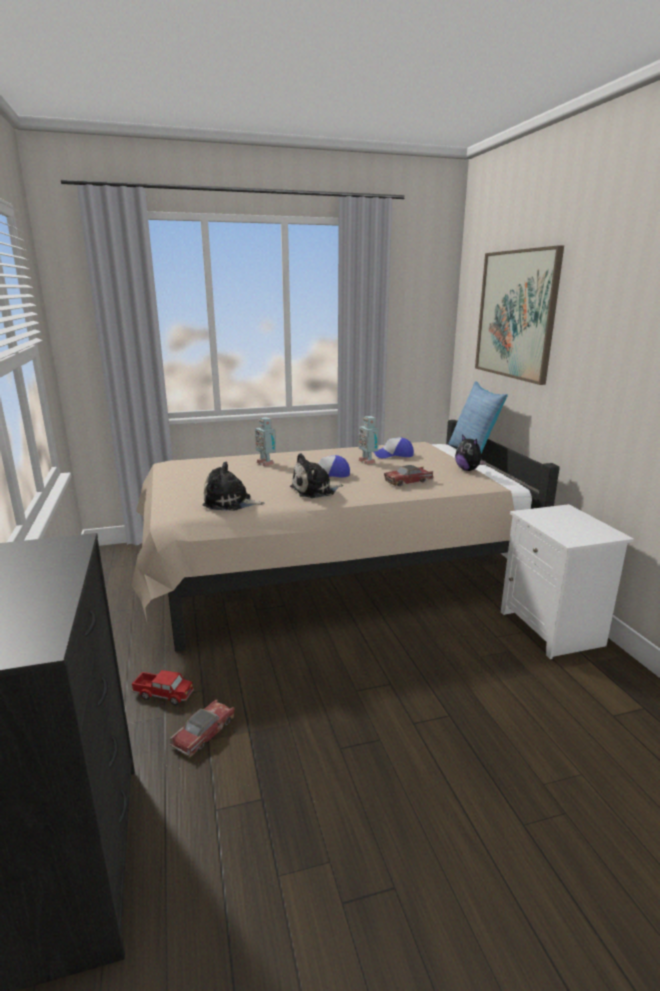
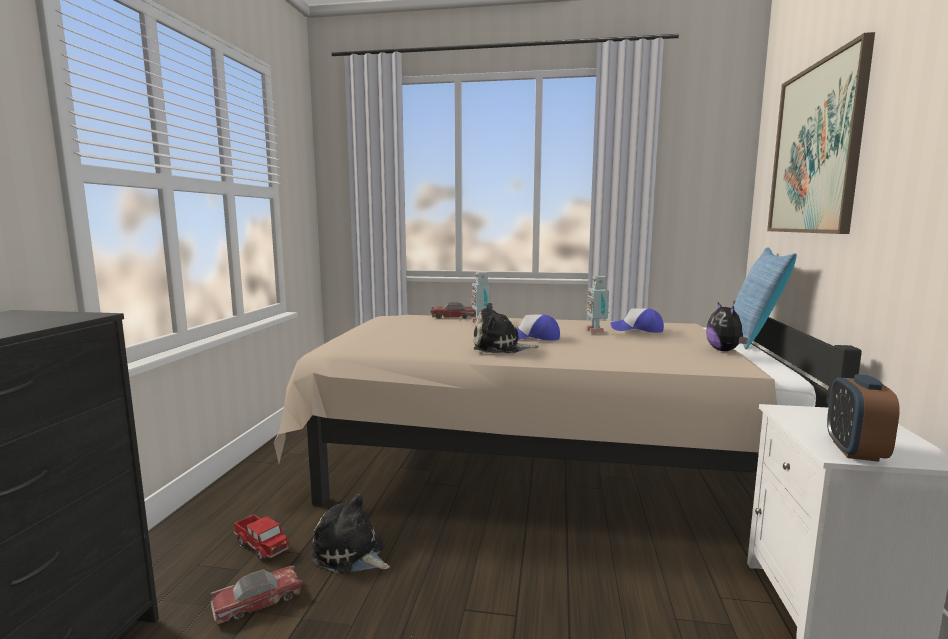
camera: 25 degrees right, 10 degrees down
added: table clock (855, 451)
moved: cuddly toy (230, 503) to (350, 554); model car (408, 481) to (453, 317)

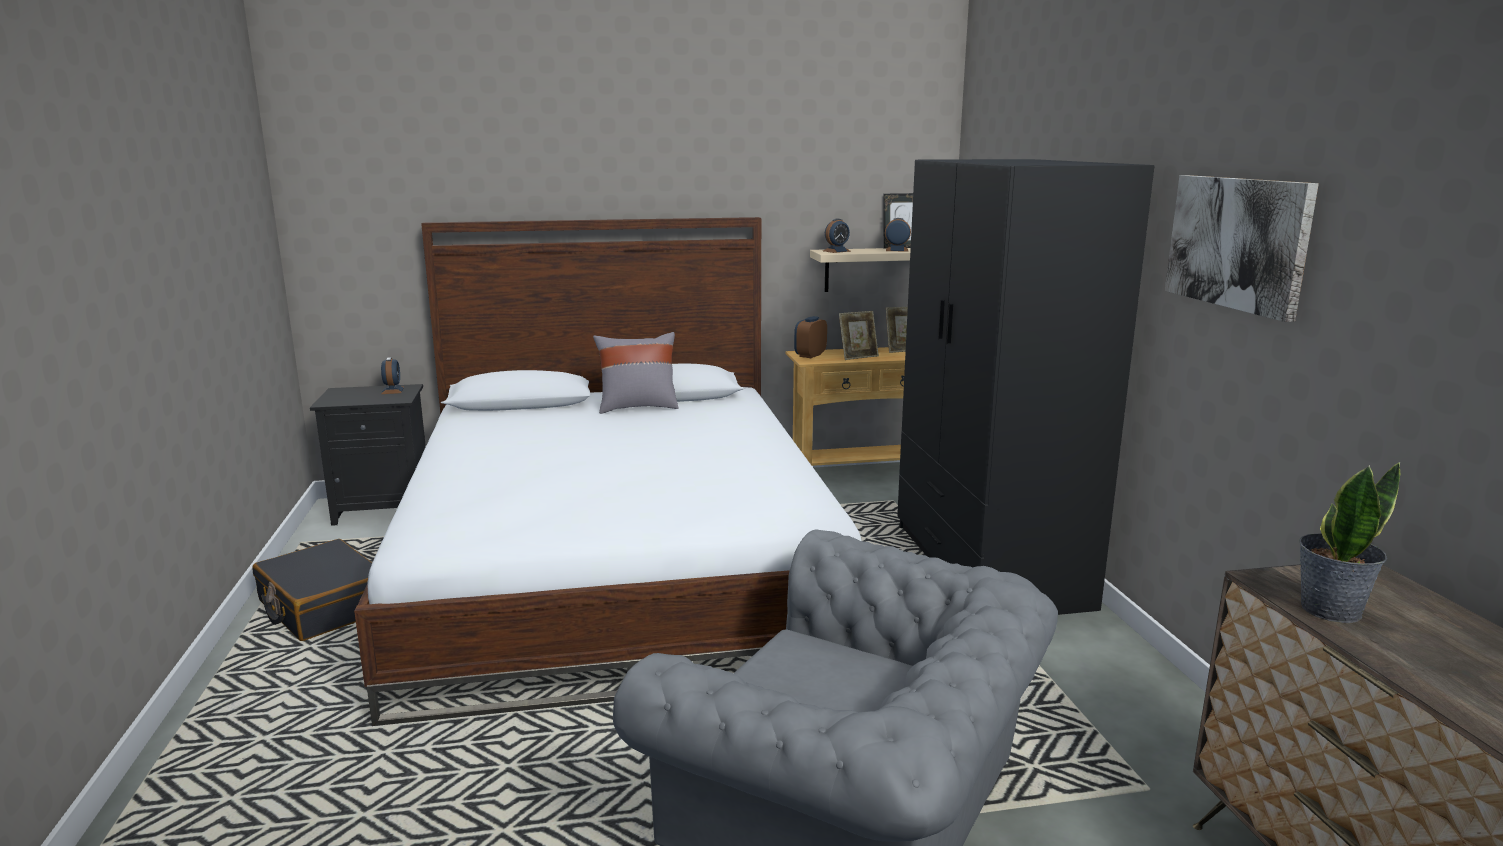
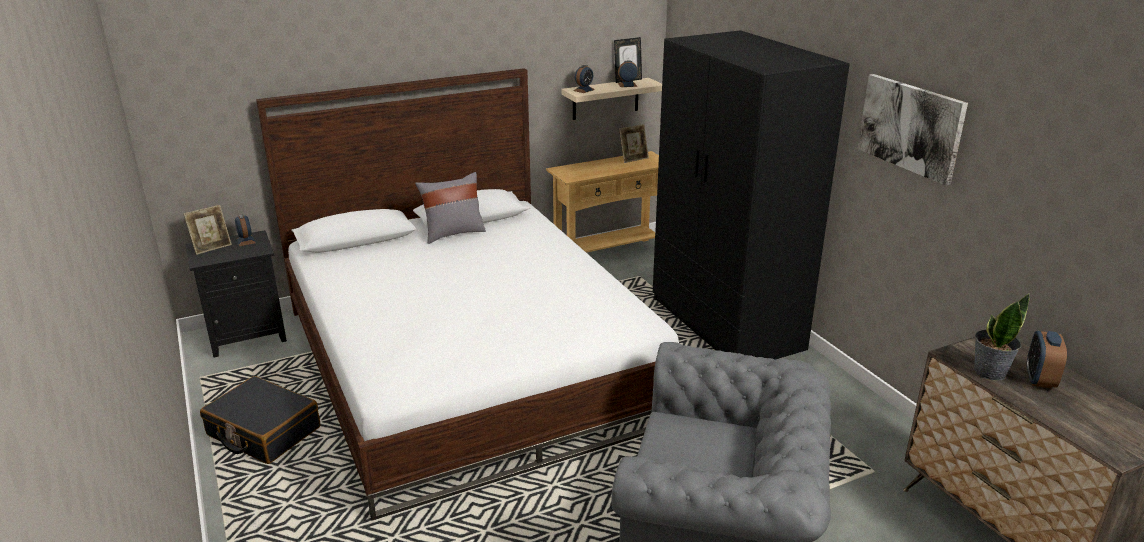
camera: 15 degrees left, 10 degrees up
moved: table clock (810, 355) to (1039, 379); standing frame (858, 357) to (212, 247)

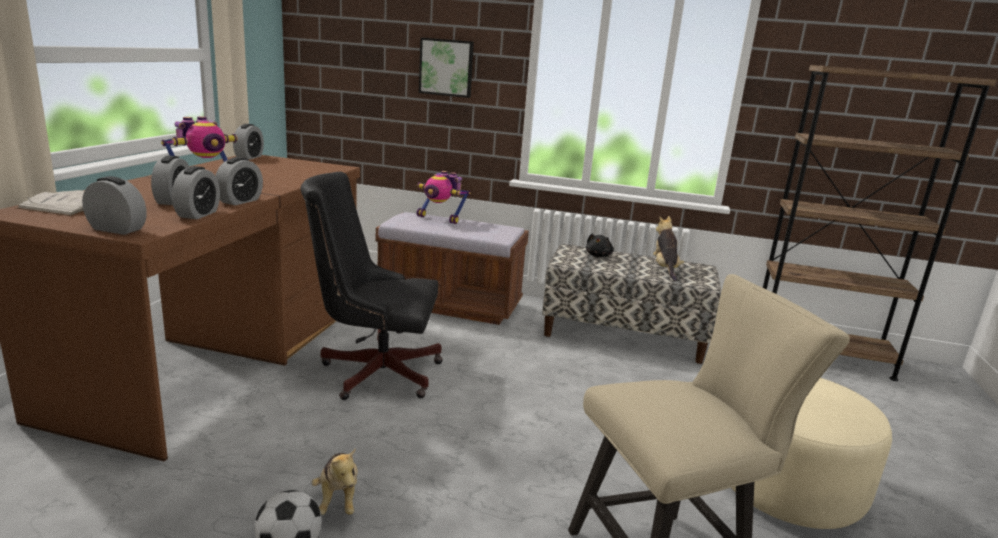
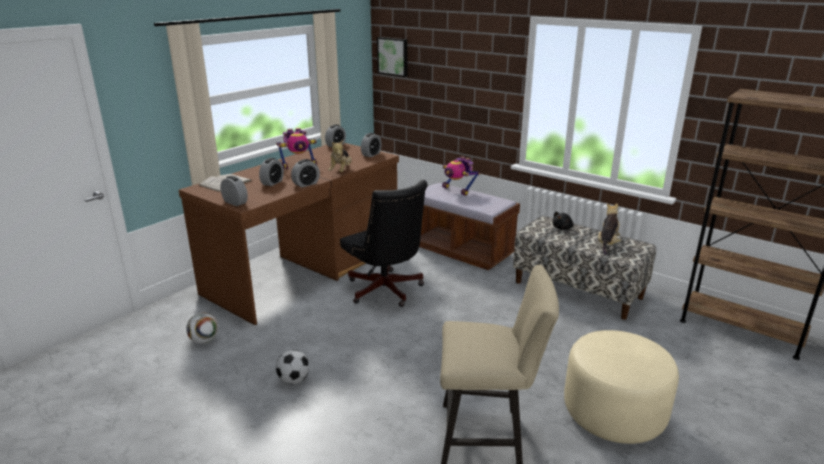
camera: 25 degrees right, 5 degrees up
added: football ball (204, 340)
moved: table clock (198, 214) to (371, 154); cuddly toy (338, 499) to (341, 171); picture (446, 67) to (393, 56)
turned: blackish computer chair (374, 371) = (386, 292) 150 degrees counterclockwise

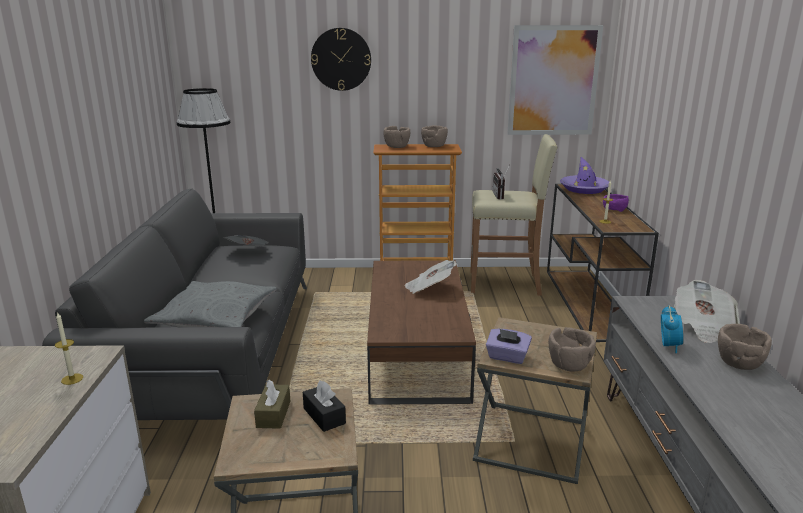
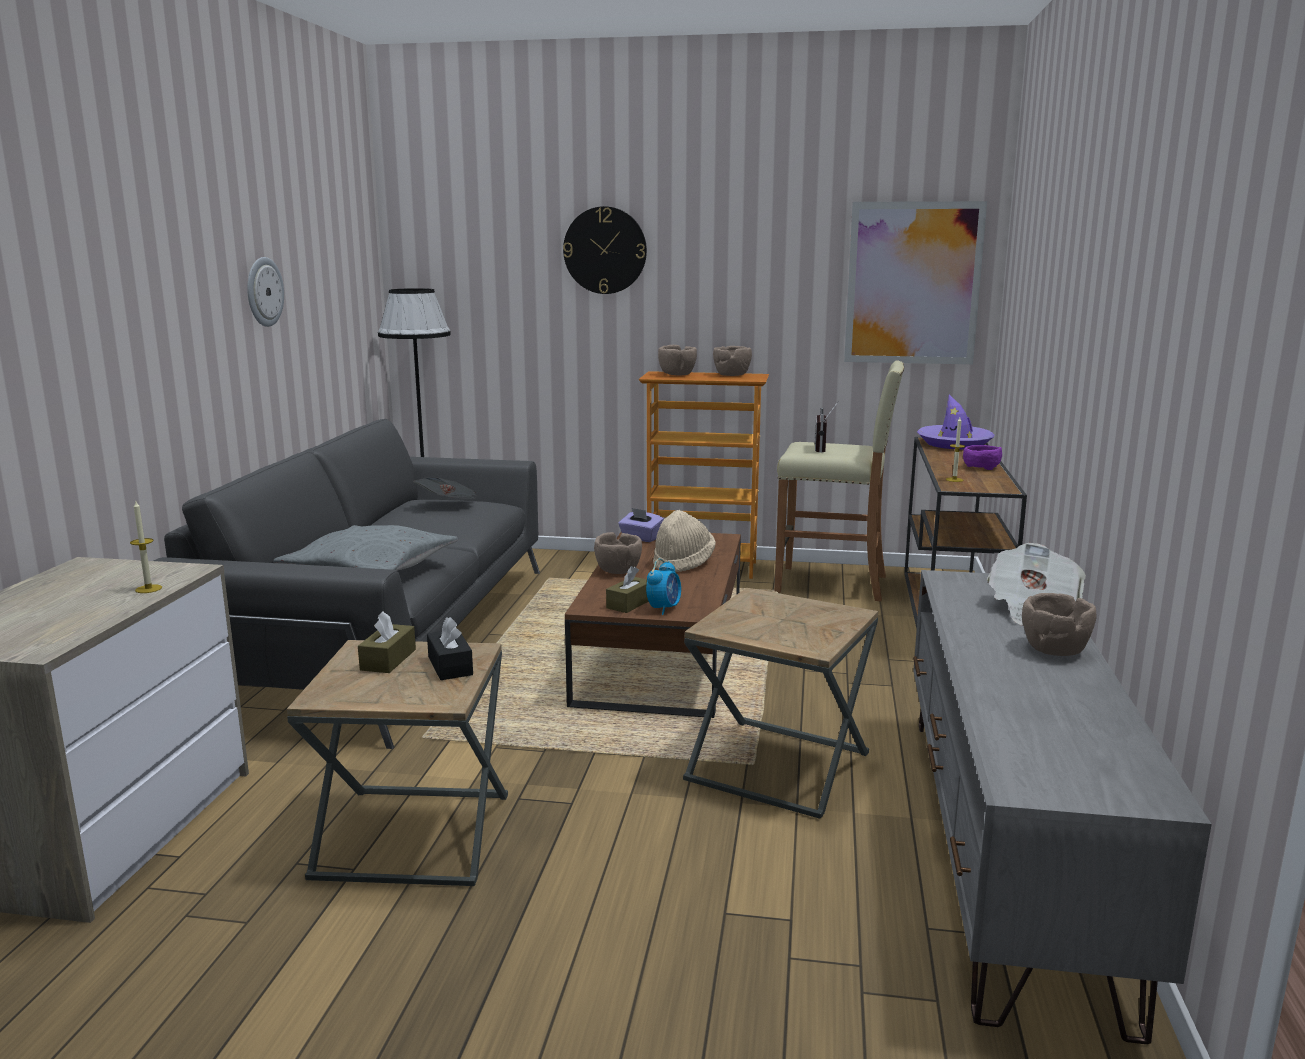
camera: 10 degrees right, 5 degrees down
added: wall clock (263, 292); brown tissue box (629, 603)
moved: purple-coloured tissue box (507, 357) to (641, 538); brown deep dish (569, 365) to (618, 571); table clock (668, 345) to (664, 608)
replaced: printed paper (429, 289) to beige-coloured clothing hat (683, 563)

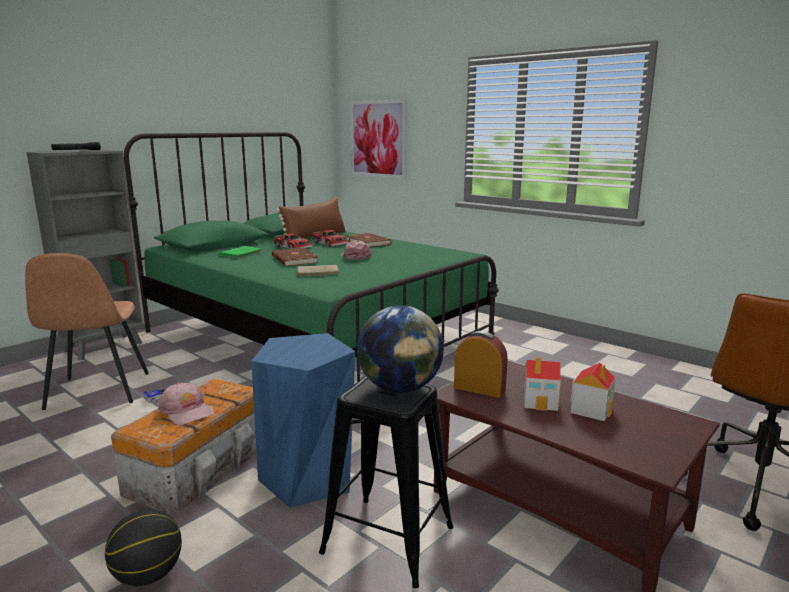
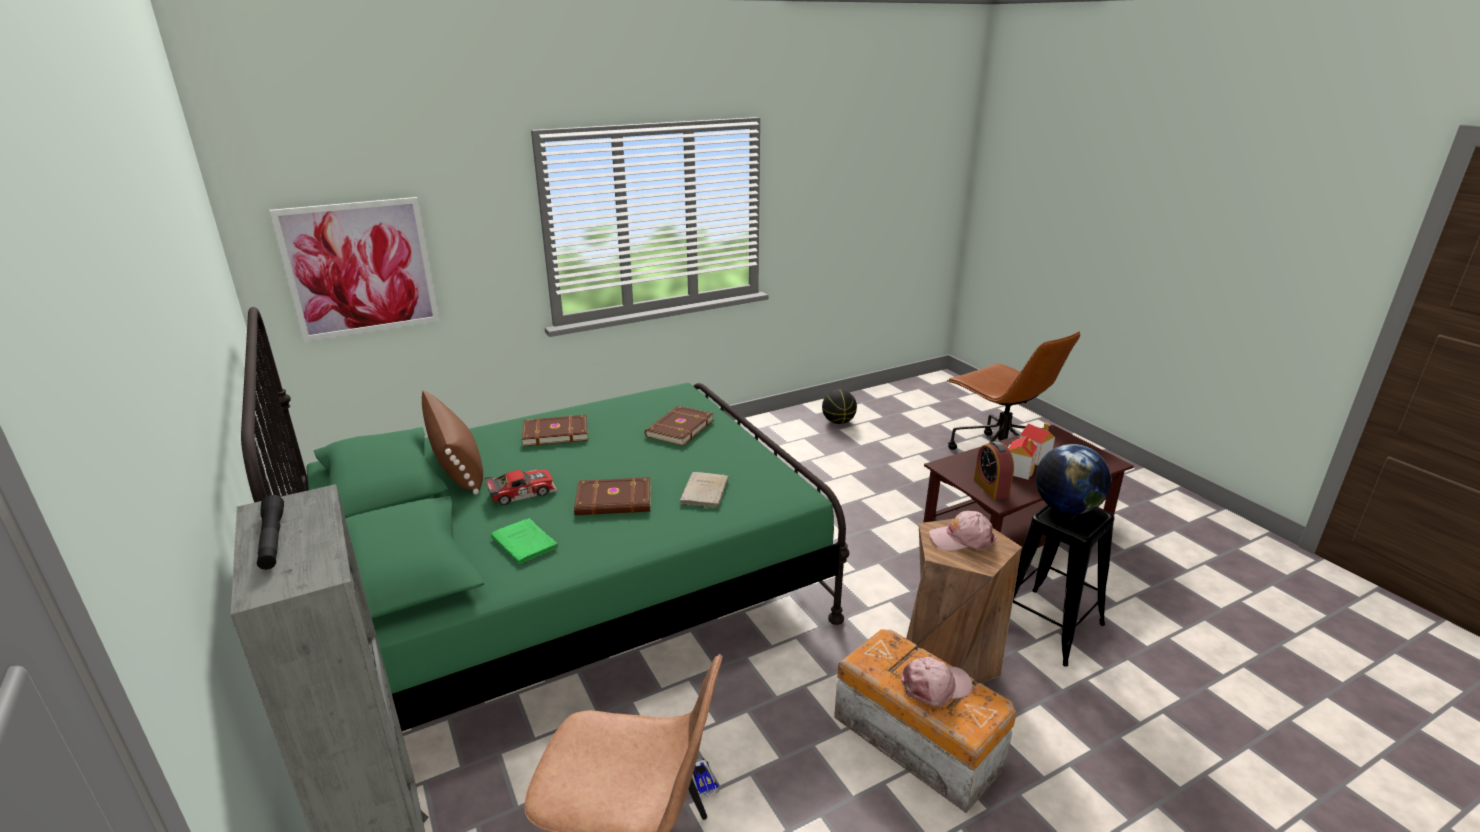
camera: 70 degrees left, 10 degrees up
removed: model car (330, 243)
added: brown volume (678, 428)
moved: basketball ball (148, 575) to (838, 422); pink cap (355, 257) to (961, 539)
recoloured: bluish stool (308, 477) to brown stool (950, 656)
turned: table clock (479, 388) = (991, 488) 60 degrees counterclockwise

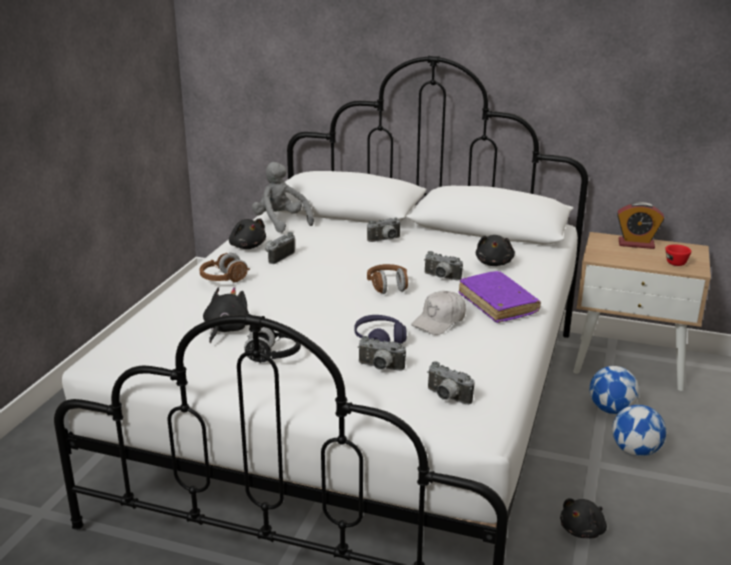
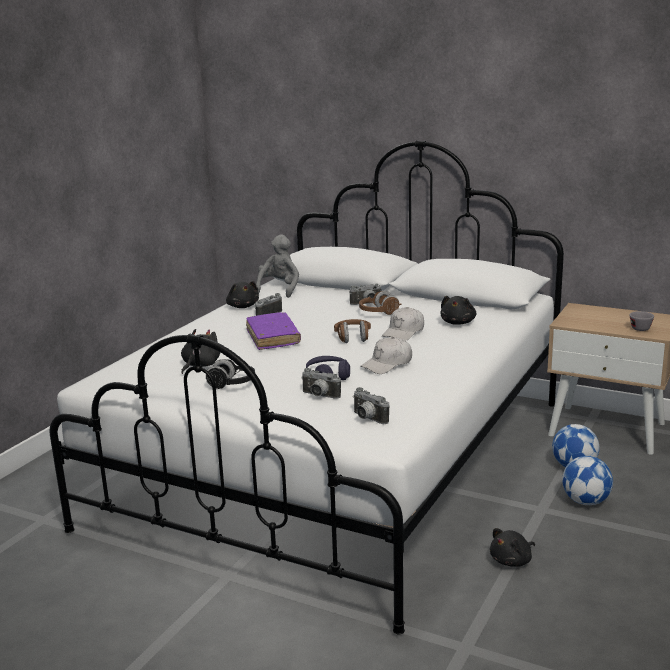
camera: 10 degrees right, 5 degrees down
removed: table clock (636, 244)
moved: brown pair of headphones (224, 280) to (378, 313); purple-coloured volume (497, 304) to (273, 338)
replaced: still camera (441, 277) to white cap (404, 332)
recoloured: reddish small cup (673, 262) to greyish small cup (639, 327)
turned: greyish cuddly toy (281, 222) = (279, 289) 45 degrees clockwise

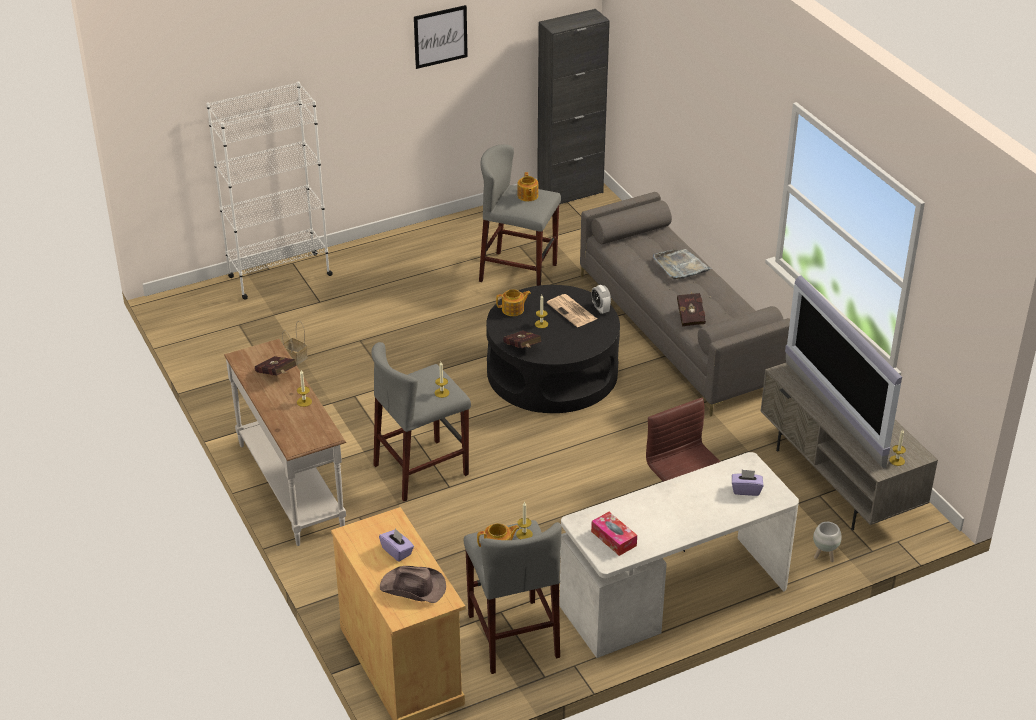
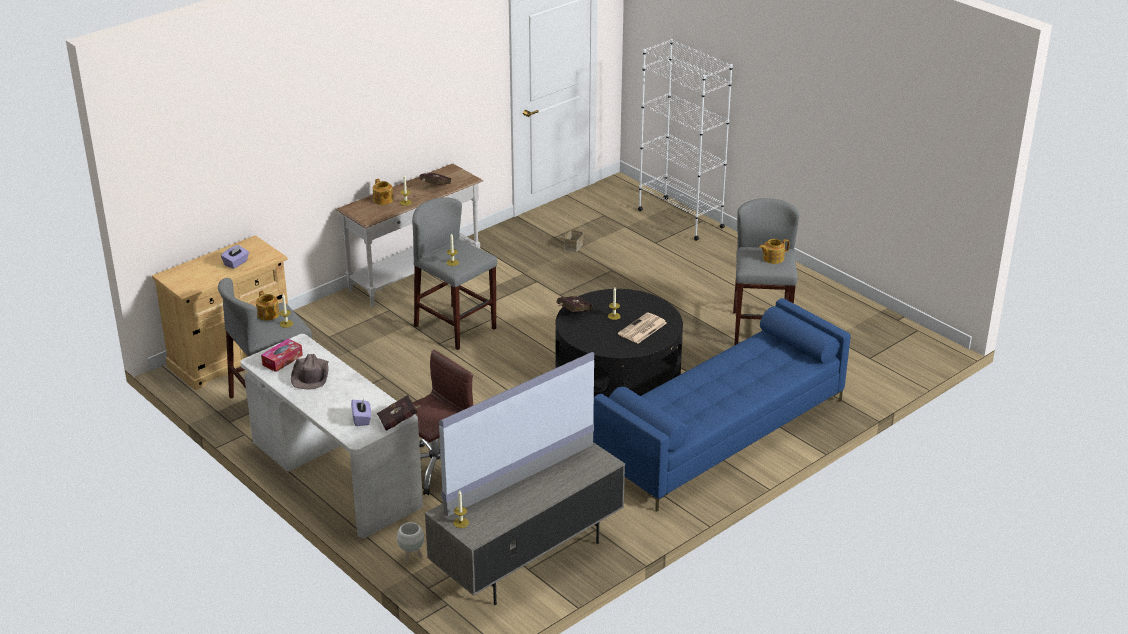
camera: 75 degrees right, 5 degrees down
removed: picture (440, 36); blackish storage cabinet (570, 193); table clock (600, 309); greyish serving tray (680, 266)
moved: brown clothing hat (413, 588) to (310, 375); pot for tea (513, 310) to (383, 200); reddish volume (690, 316) to (399, 421)
recoloured: greyish settee (680, 331) to bluish settee (721, 434)

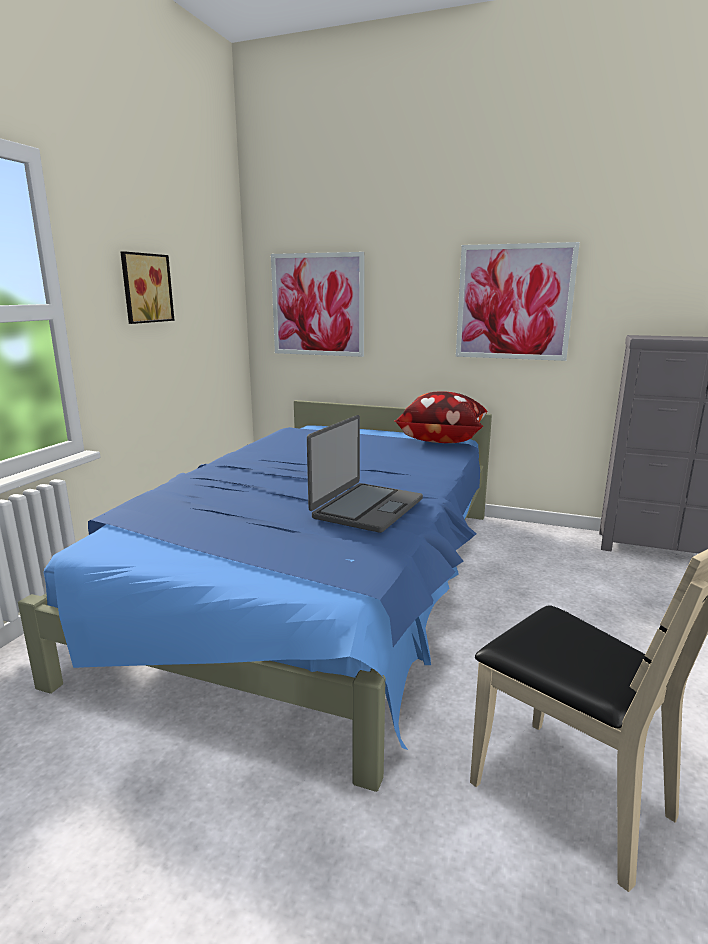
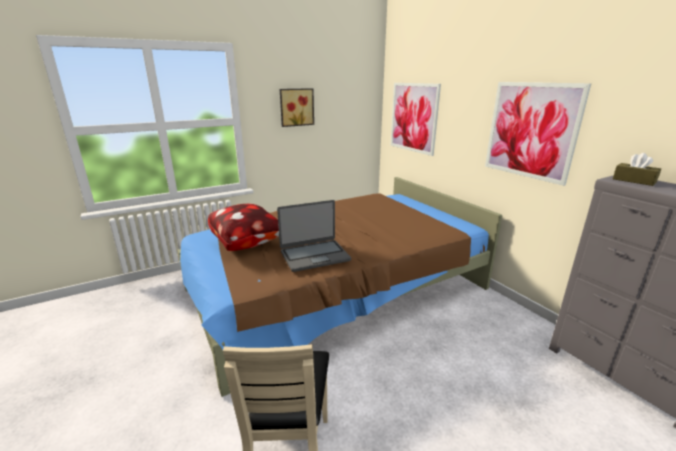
camera: 40 degrees right, 5 degrees up
added: brown tissue box (634, 181)
moved: throw pillow (441, 440) to (248, 243)
recoloured: bluish bed (320, 582) to brown bed (334, 289)

